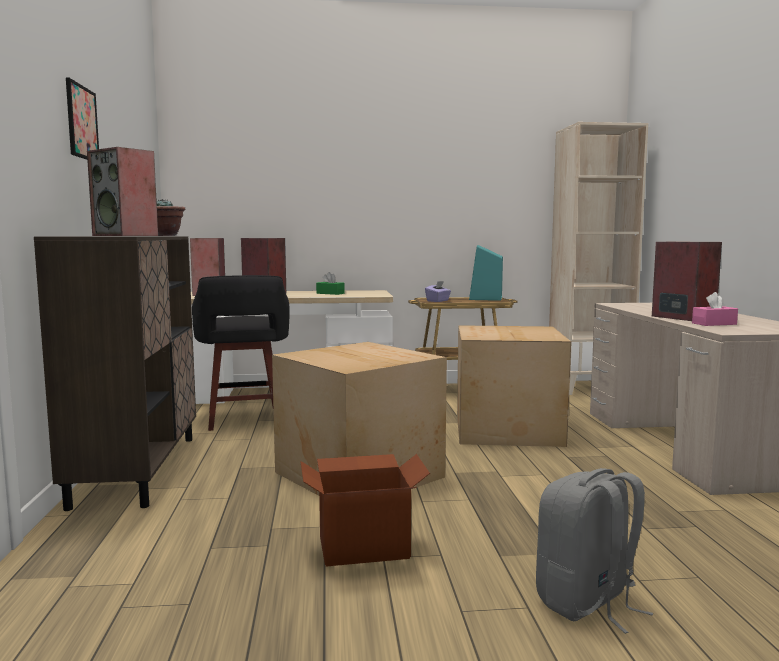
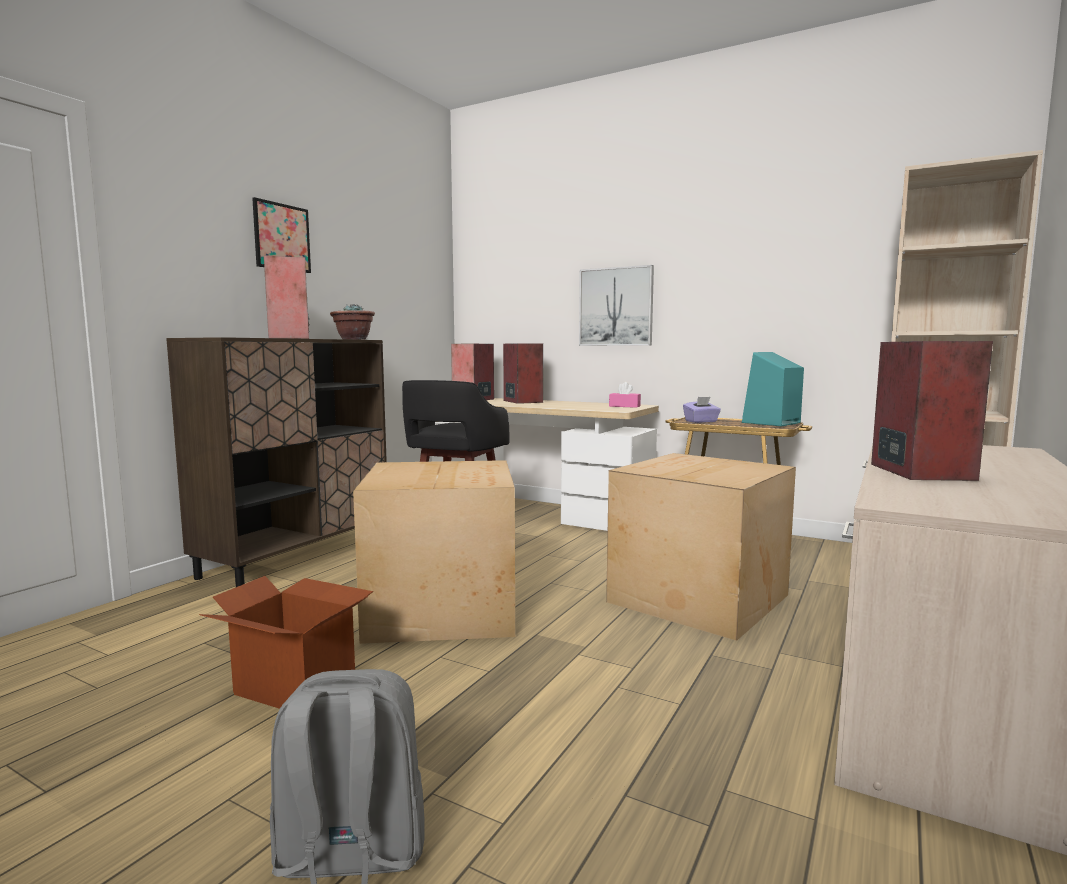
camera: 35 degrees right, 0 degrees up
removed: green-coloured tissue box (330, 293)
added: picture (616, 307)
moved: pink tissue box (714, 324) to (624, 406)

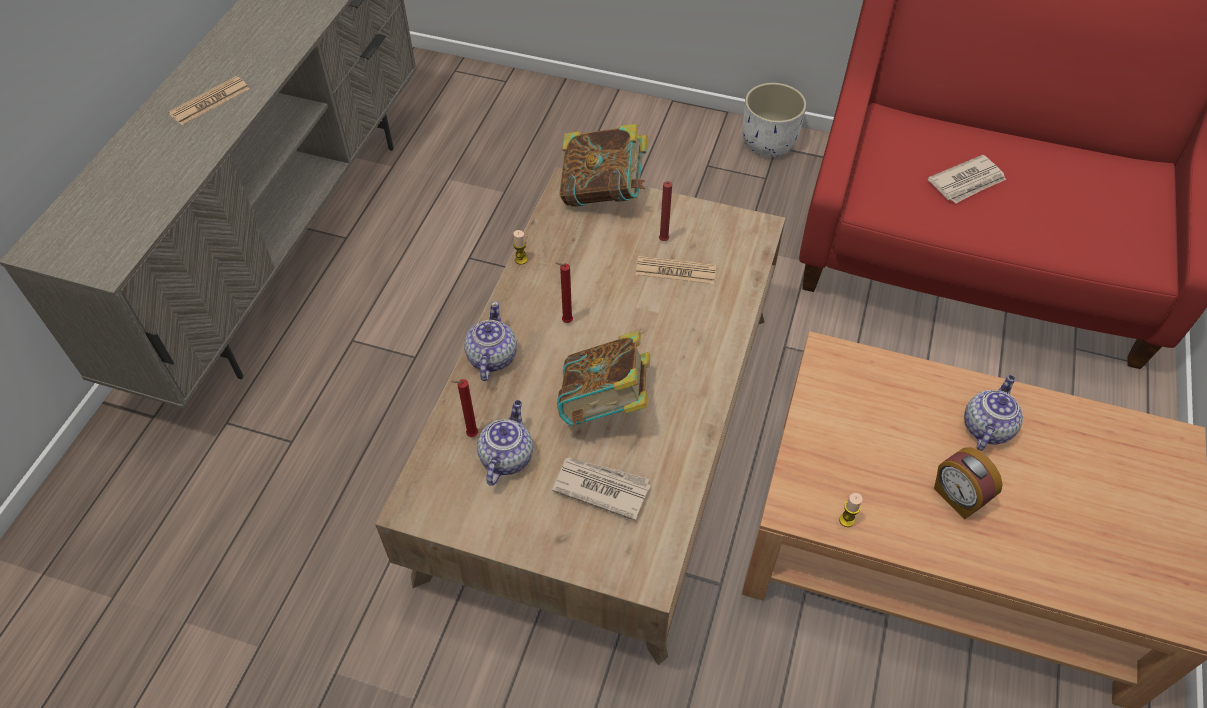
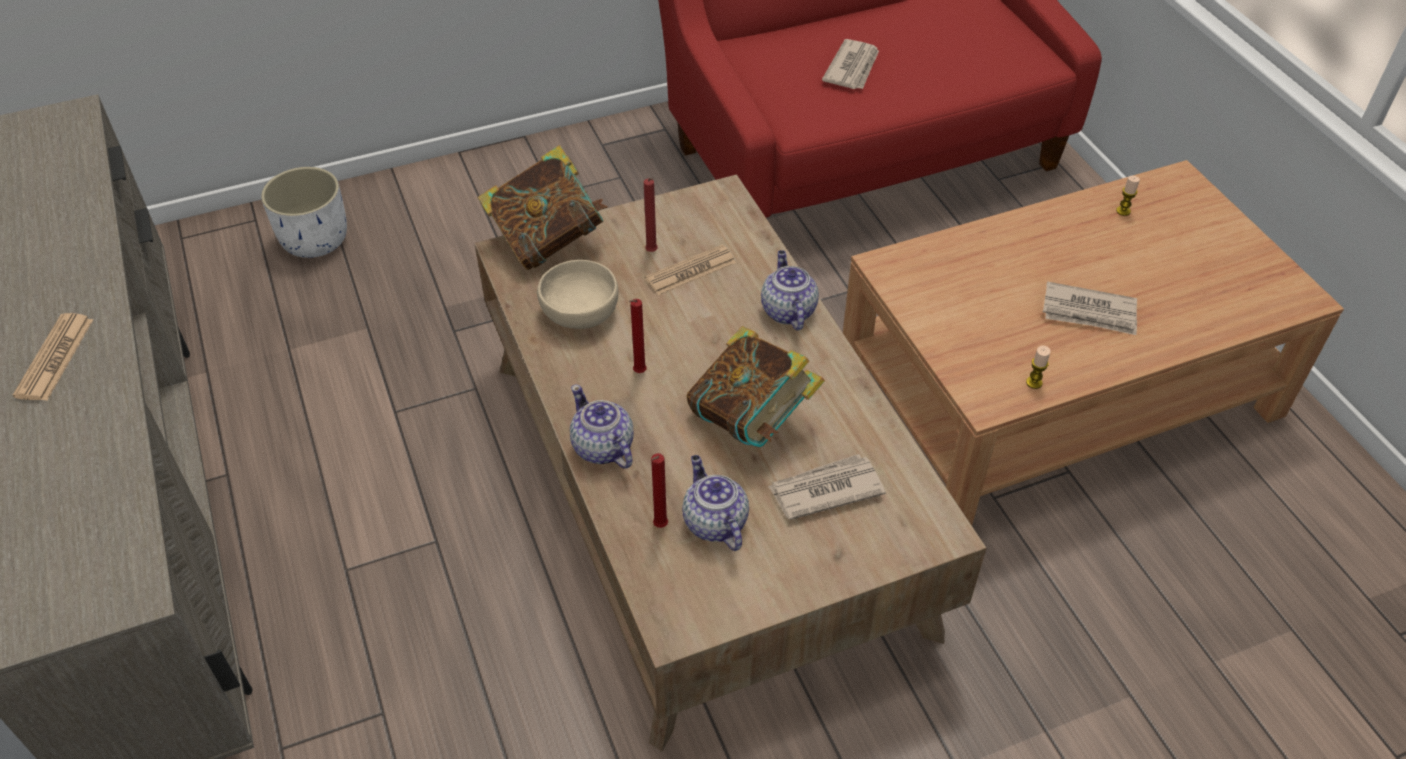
camera: 40 degrees left, 5 degrees down
added: beige-coloured deep dish (580, 313)
moved: candle (521, 259) to (1123, 211); white plant pot (769, 143) to (316, 240); pot for tea (986, 427) to (787, 310)
replaced: table clock (957, 497) to printed paper (1089, 312)

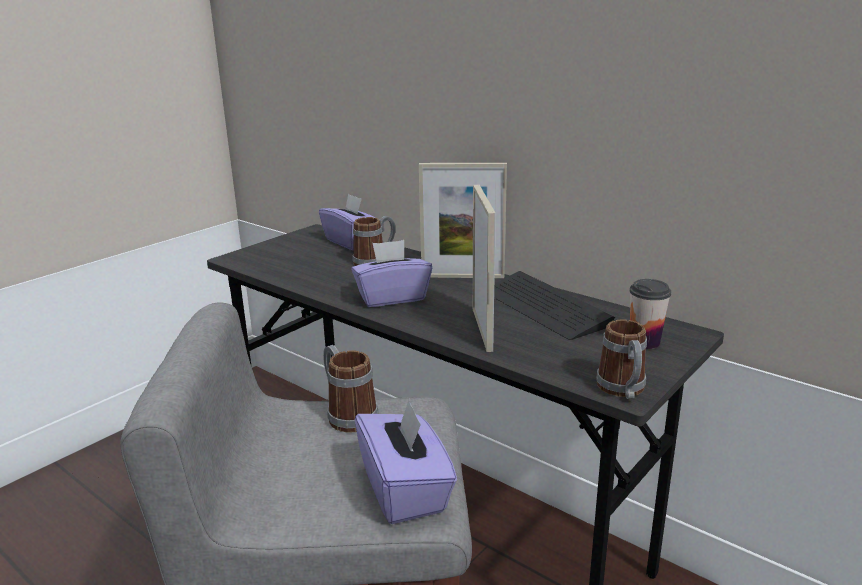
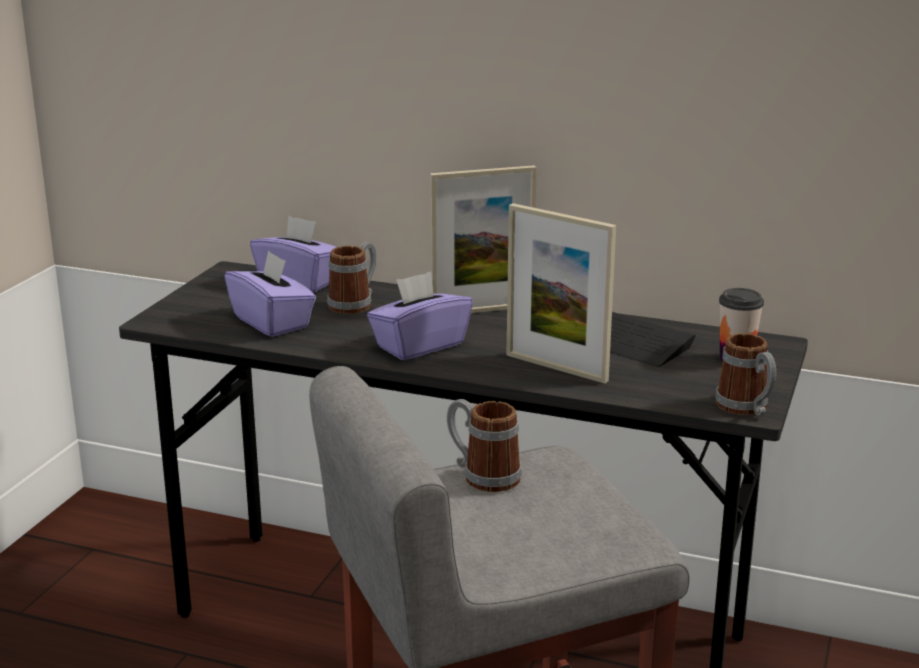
camera: 20 degrees left, 0 degrees up
moved: purple-coloured tissue box (405, 490) to (272, 322)
turned: standing frame (482, 329) = (556, 367) 150 degrees clockwise

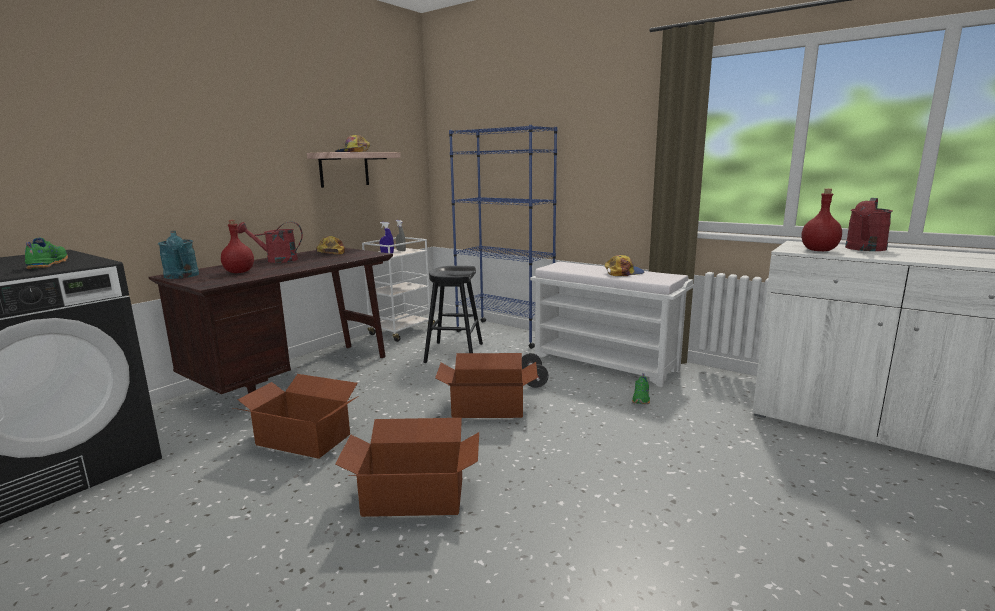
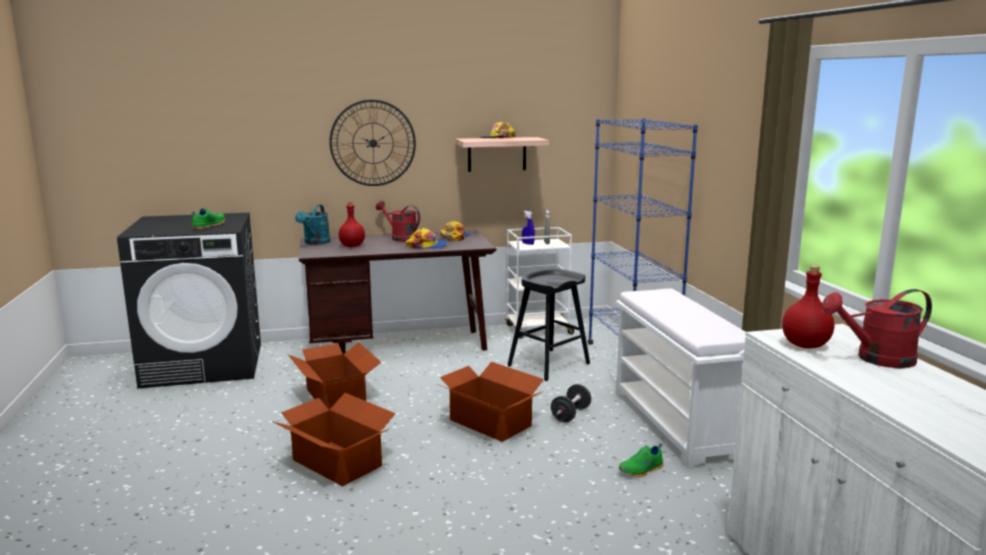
camera: 40 degrees right, 0 degrees up
added: wall clock (373, 143)
moved: cap (623, 273) to (427, 246)

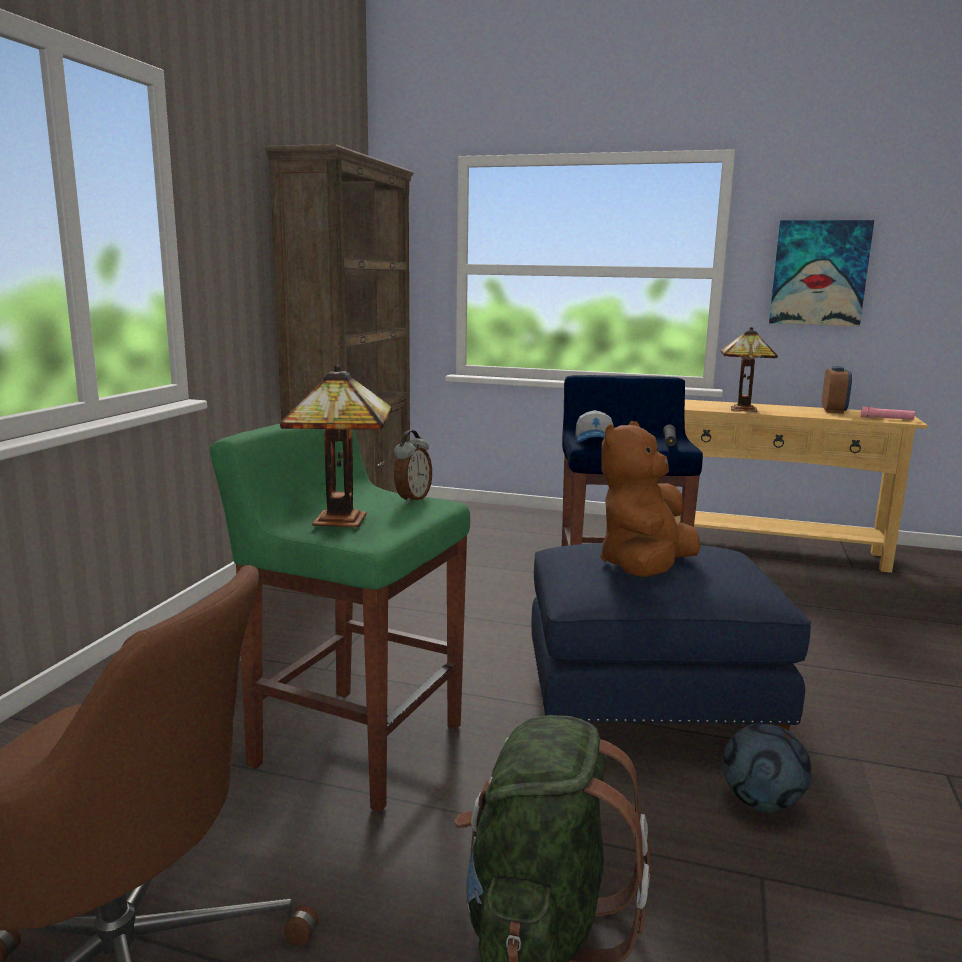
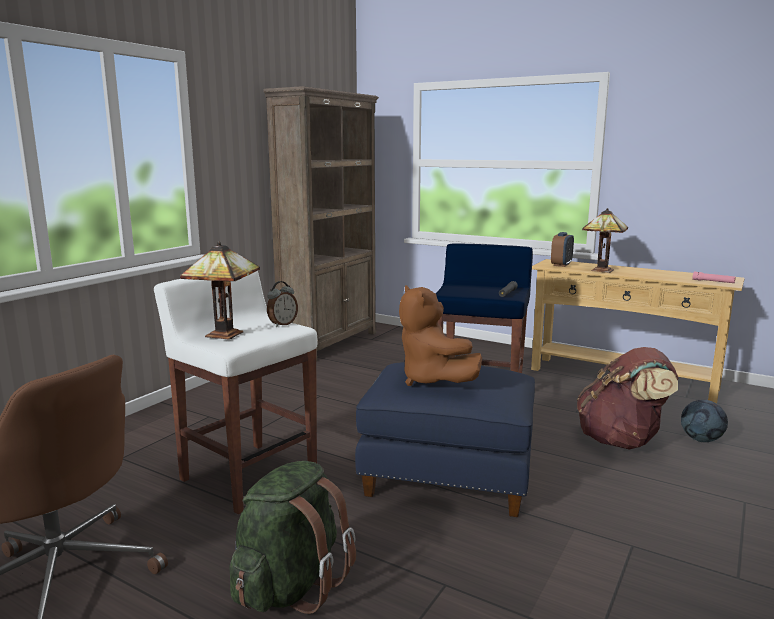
camera: 15 degrees right, 0 degrees up
removed: cap (595, 441); picture (819, 273)
added: brown rucksack (621, 441)
moved: football ball (762, 802) to (701, 439); table clock (833, 411) to (561, 265)
recoloured: green-coloured stool (355, 744) to white stool (247, 475)
turned: brown cuddly toy (645, 569) = (432, 380) 75 degrees counterclockwise

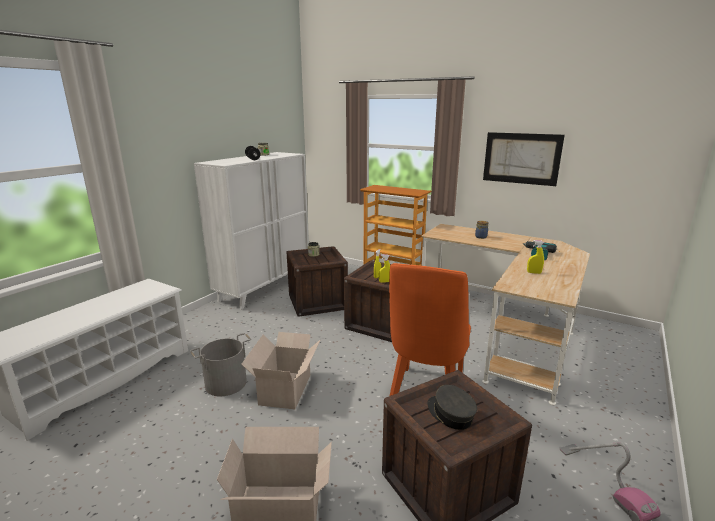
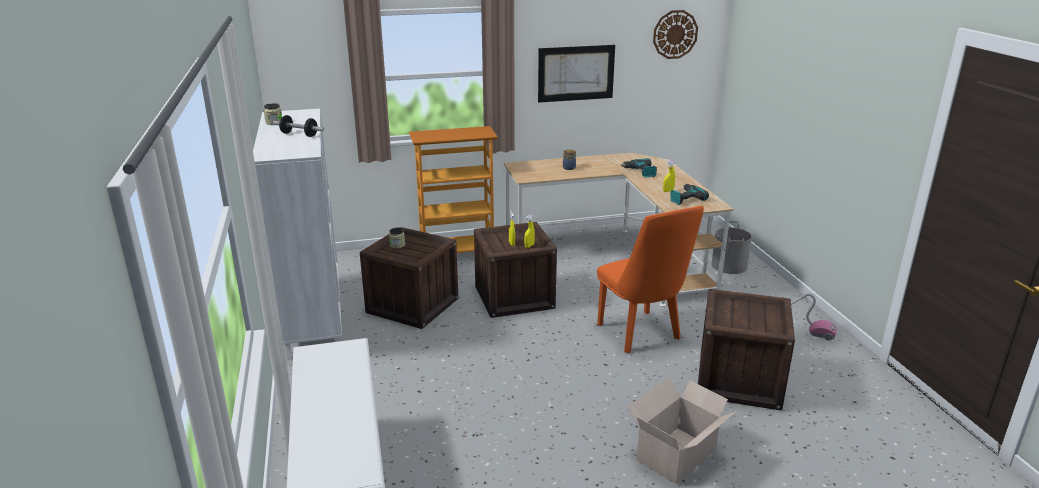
camera: 45 degrees left, 5 degrees up
removed: cardboard box (286, 388); greyish cap (450, 414)
added: wall clock (675, 34); power drill (685, 198)
moved: greyish bucket (226, 383) to (729, 266)

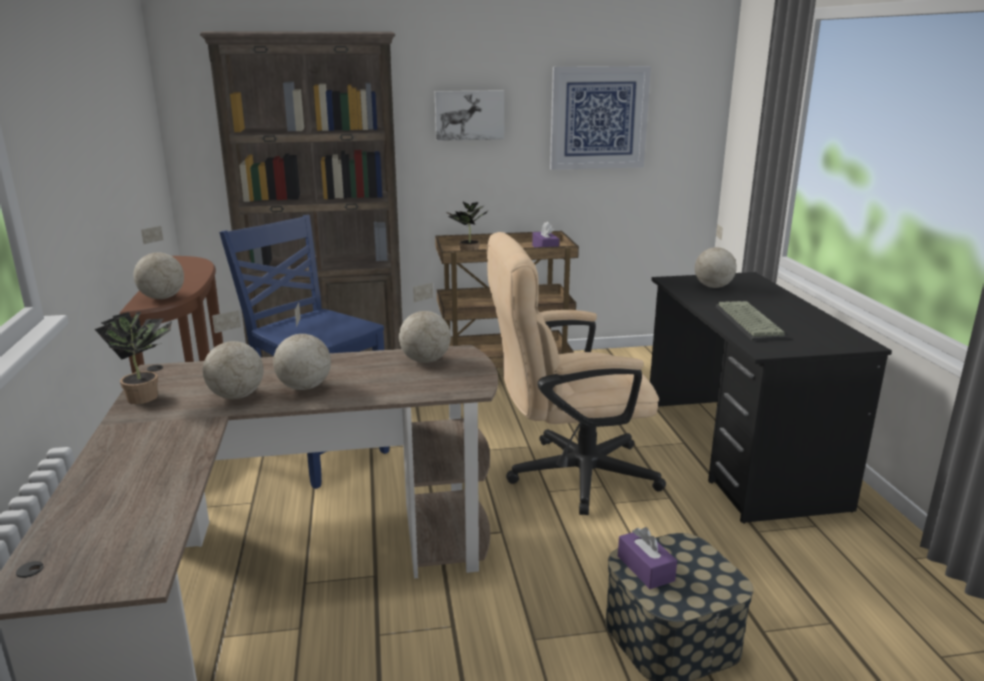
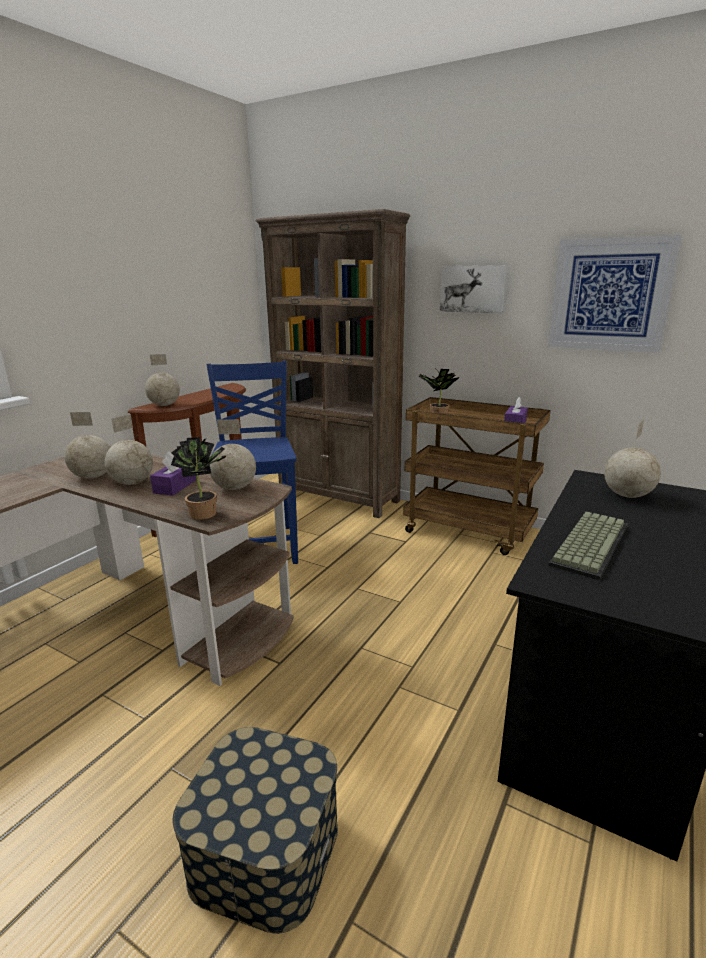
camera: 40 degrees right, 0 degrees up
removed: beige-coloured computer chair (568, 475)
moved: houseplant (147, 396) to (207, 514); purple-coloured tissue box (645, 568) to (175, 486)

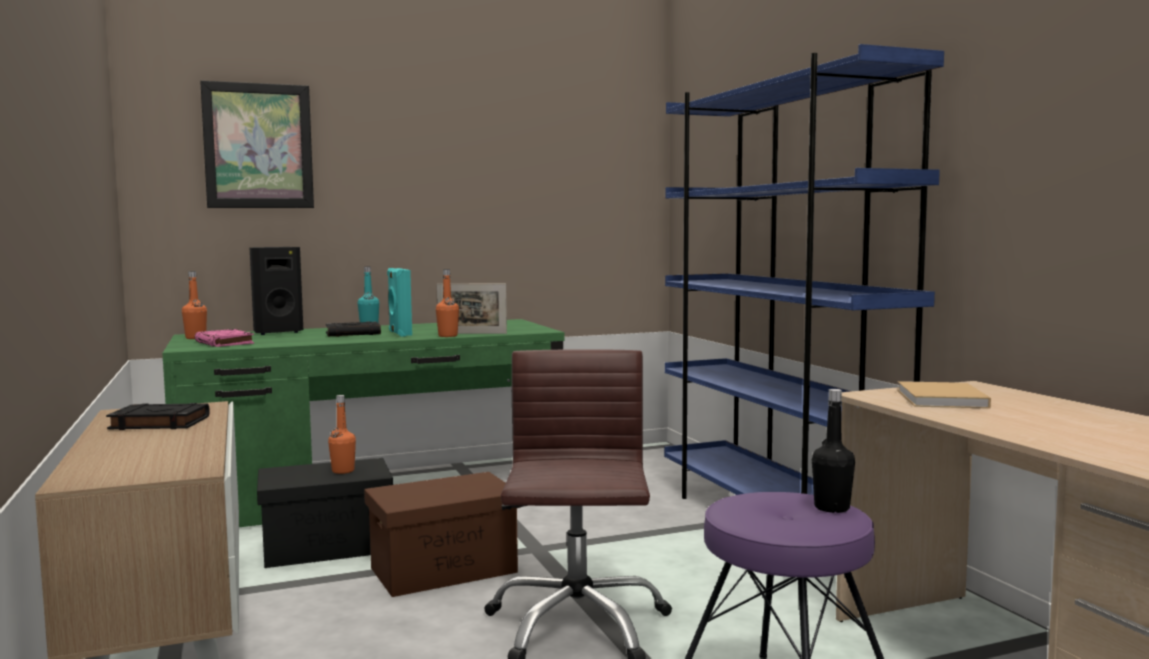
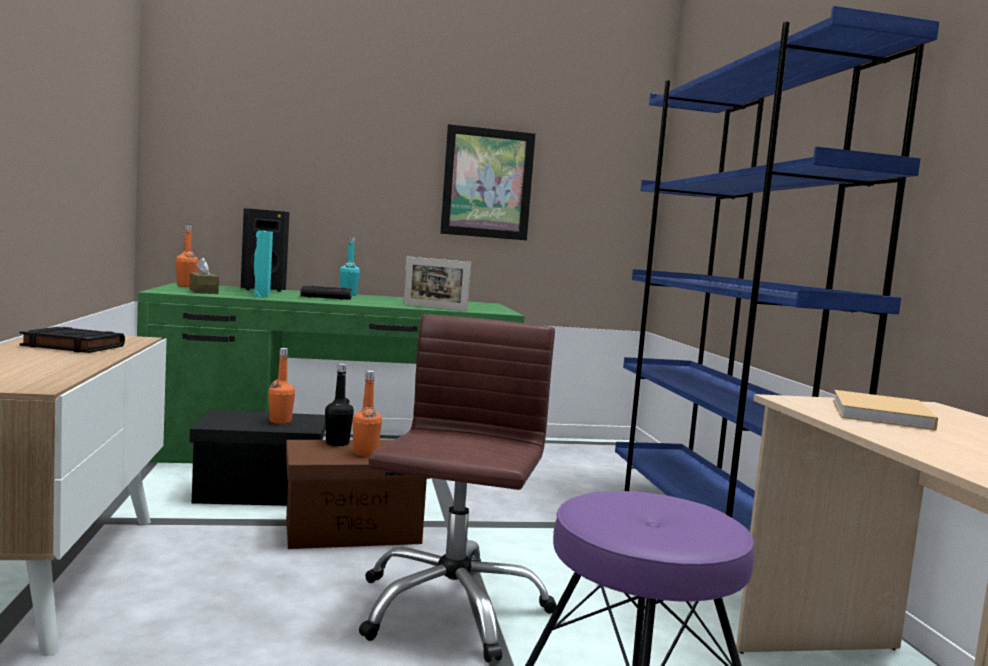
camera: 10 degrees right, 0 degrees up
moved: picture (258, 146) to (487, 183); blue-green speaker (399, 333) to (261, 295); orange-coloured drink bottle (448, 336) to (365, 453); blackish drink bottle (832, 508) to (337, 443)
replaced: pink volume (225, 343) to brown tissue box (203, 291)

